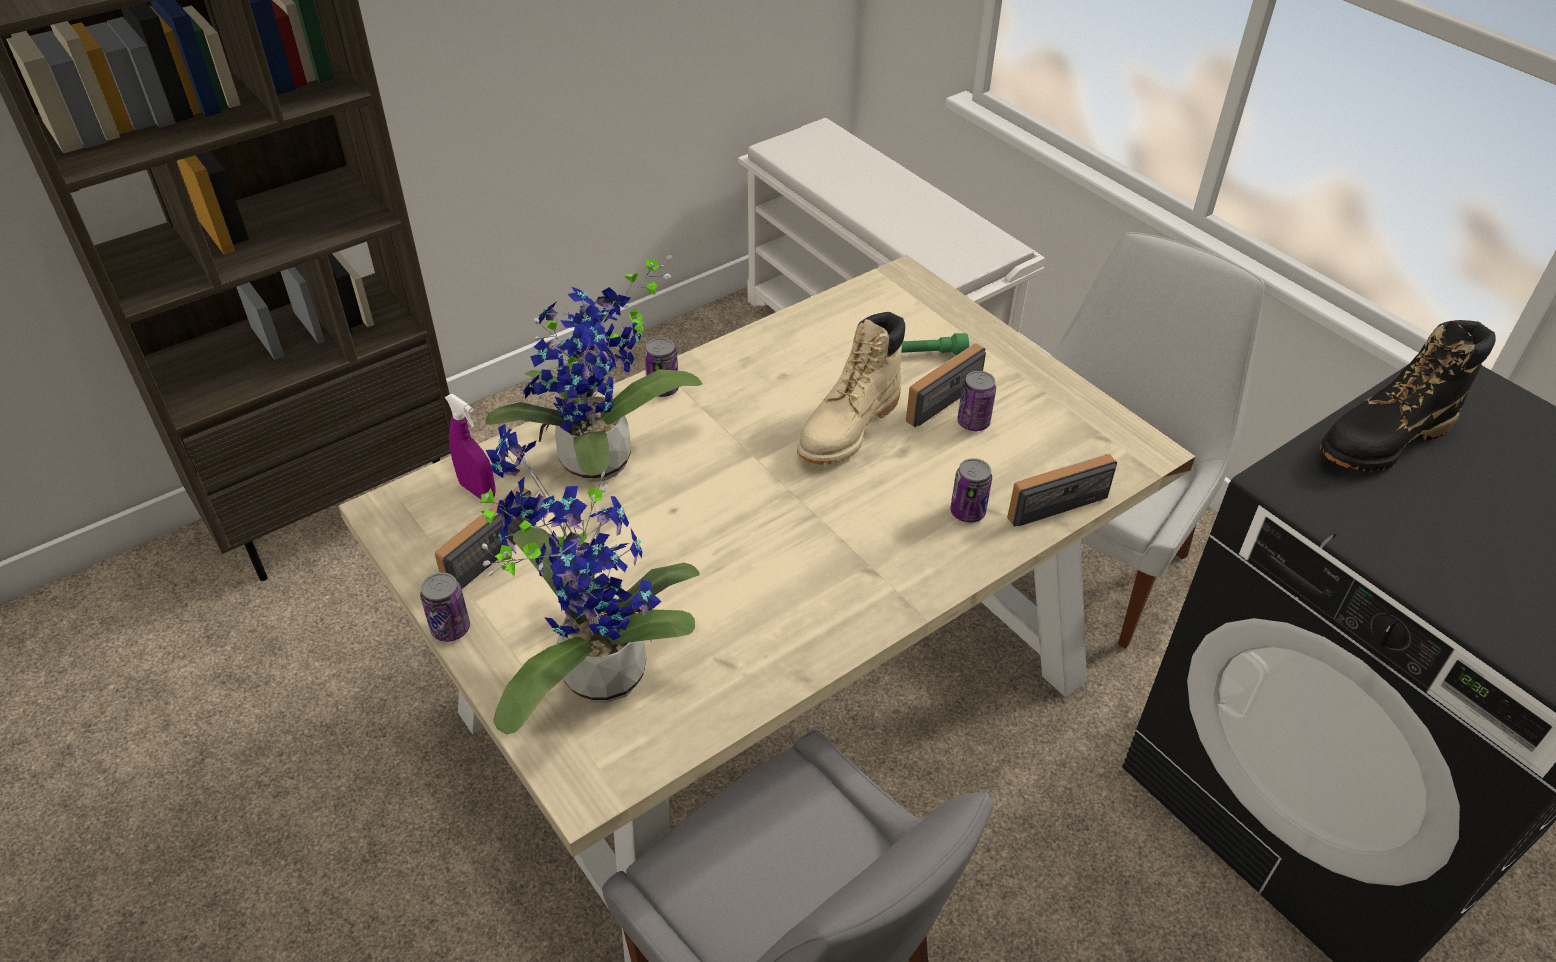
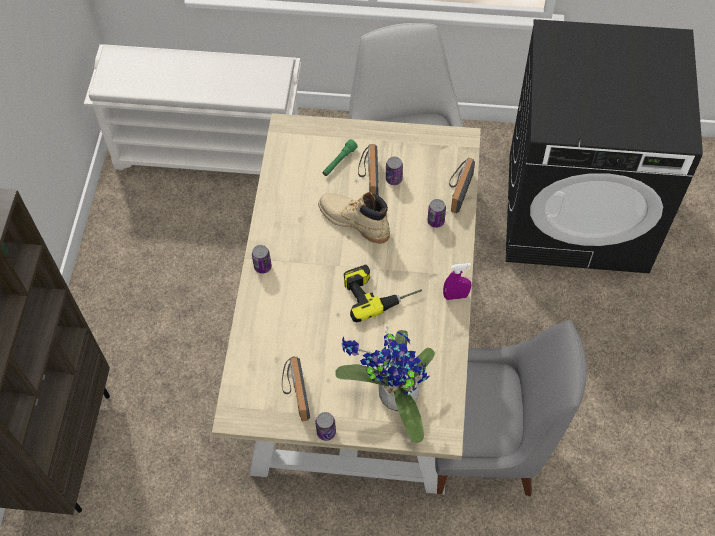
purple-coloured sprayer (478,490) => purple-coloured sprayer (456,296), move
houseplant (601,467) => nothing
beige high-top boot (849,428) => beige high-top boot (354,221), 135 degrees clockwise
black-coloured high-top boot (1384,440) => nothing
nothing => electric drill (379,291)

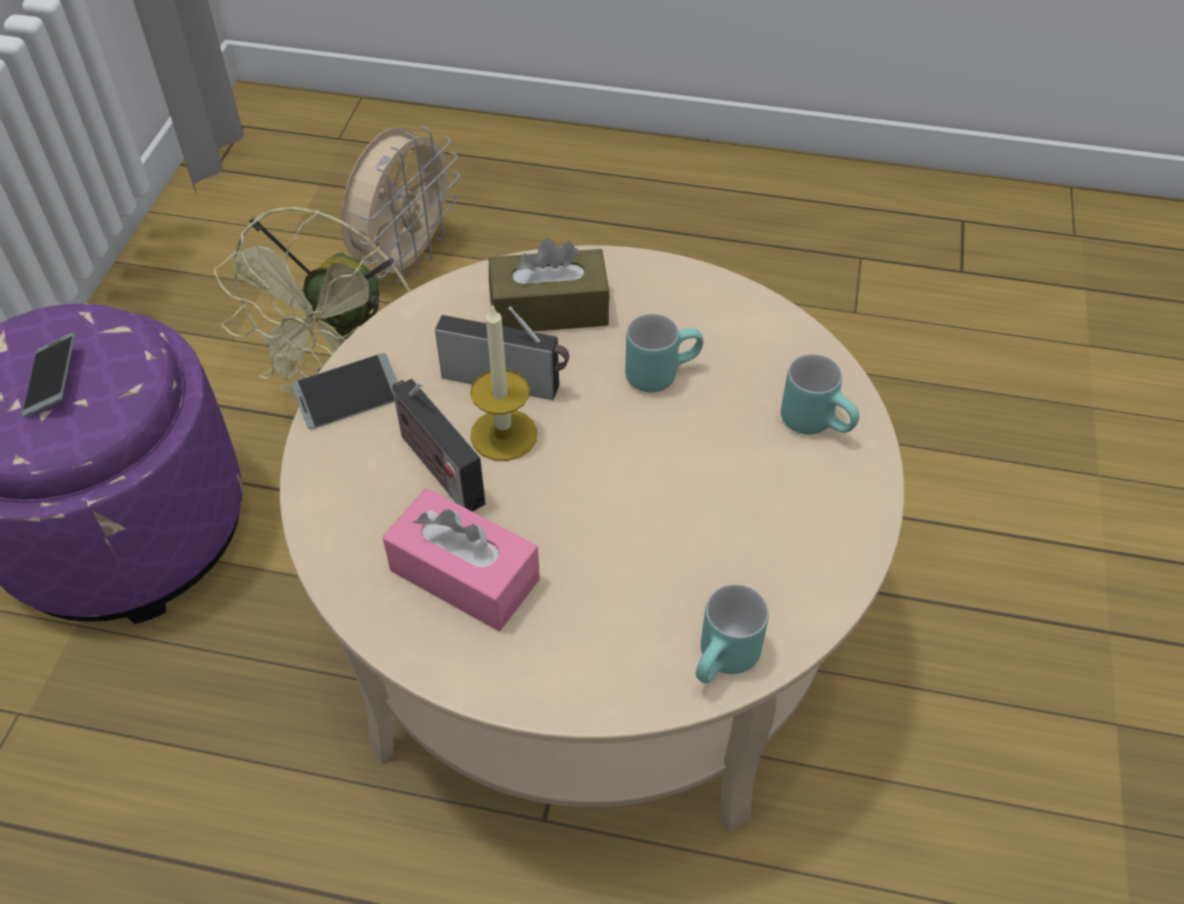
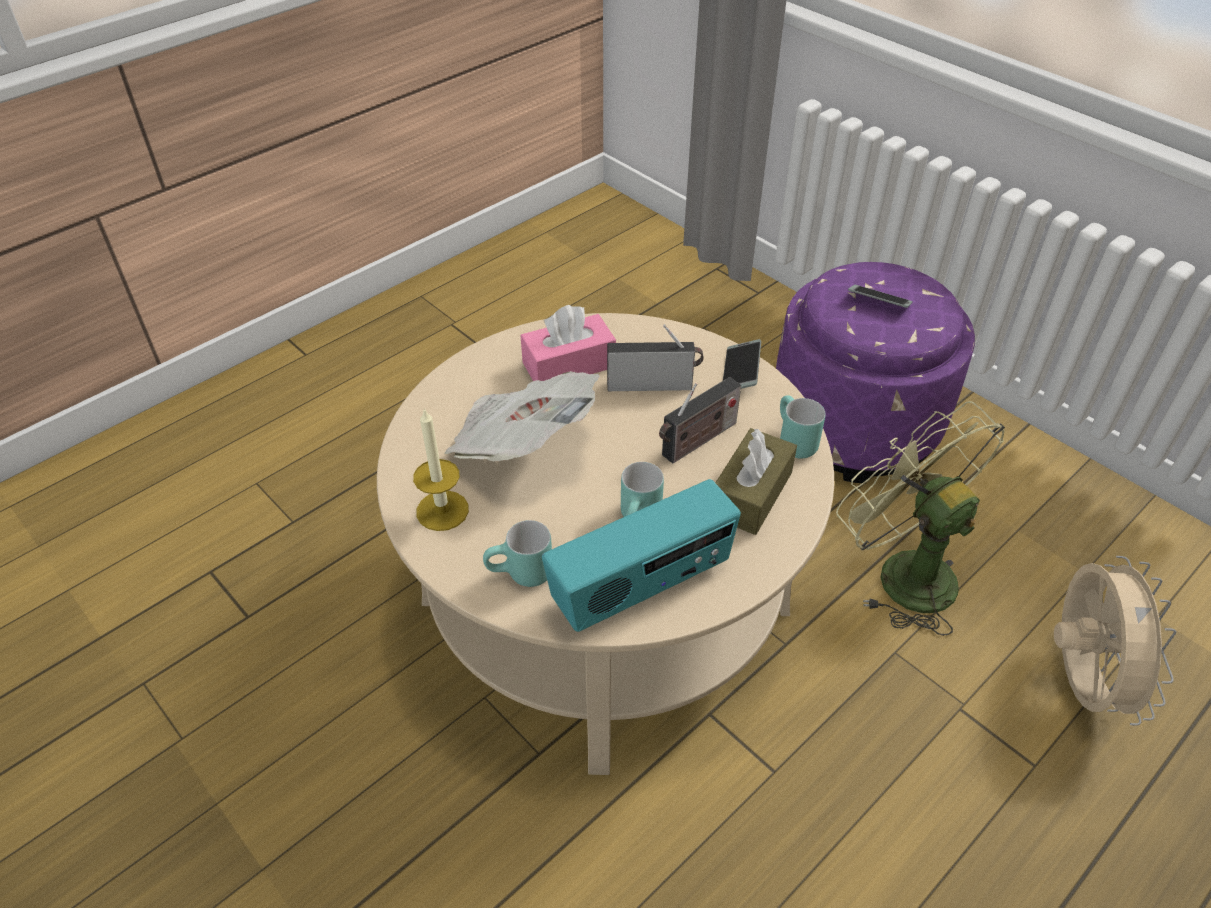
beige fan (405,260) => beige fan (1078,681), 150 degrees counterclockwise
wax light (504,434) => wax light (442,510), move
blue-green mug (726,663) => blue-green mug (791,441), move
nothing => daily paper (522,444)
nothing => radio set (642,587)

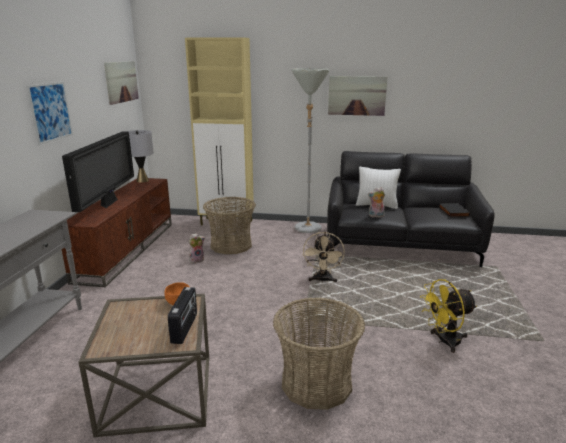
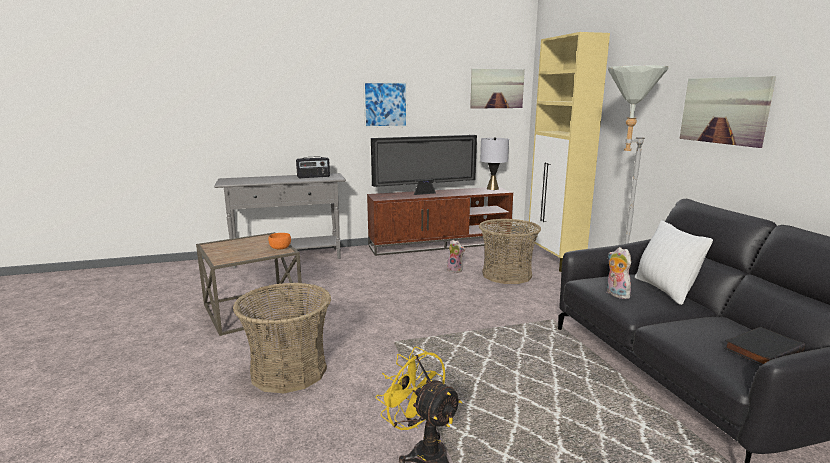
radio set (185,328) => radio set (313,177), move
beige fan (322,280) => nothing

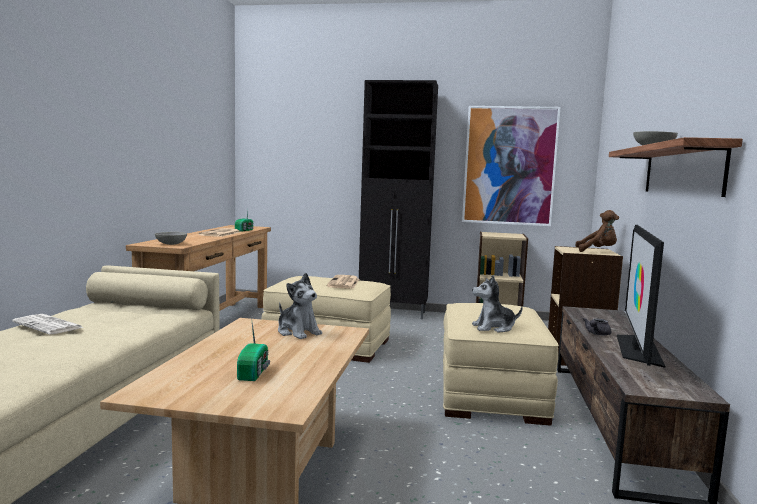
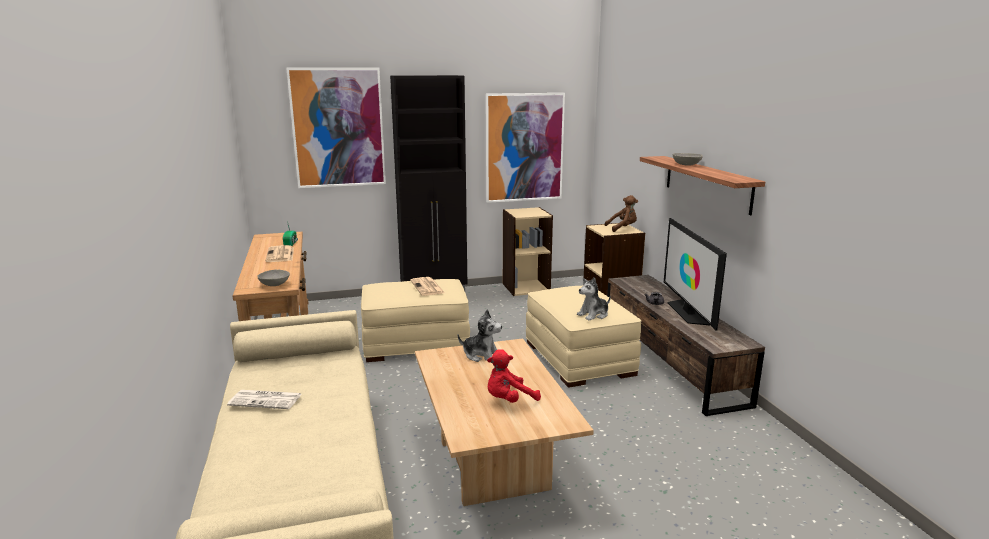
radio set (254,372) => red plush toy (509,400)
nothing => picture (338,128)

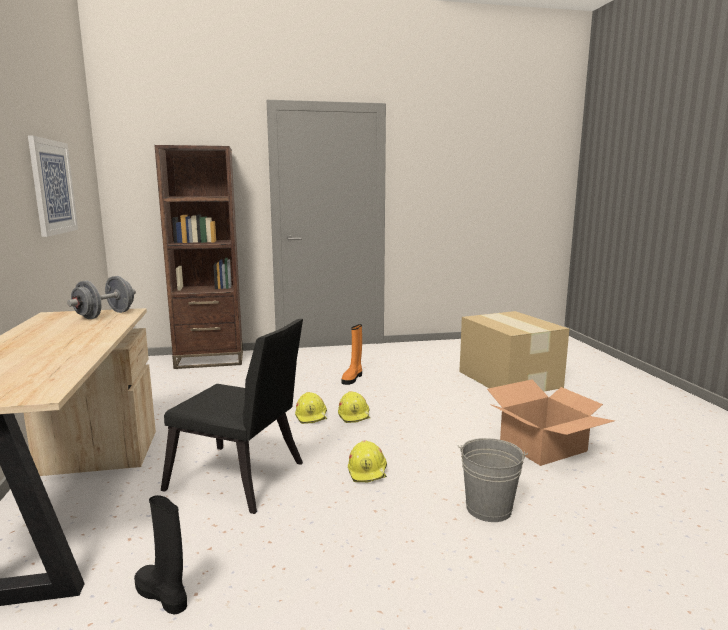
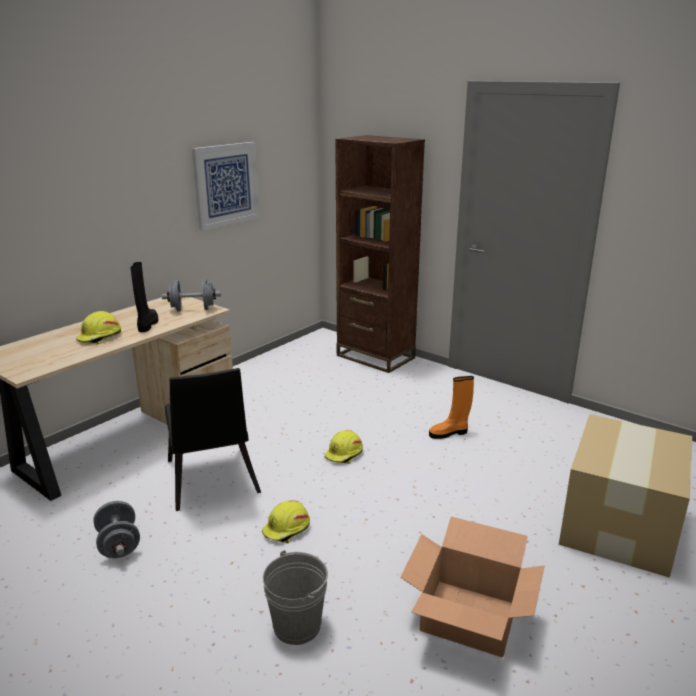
black-coloured high-top boot (163,595) => black-coloured high-top boot (147,324), move
yellowish work helmet (354,415) => yellowish work helmet (100,337), move
nothing => grey free weight (119,545)

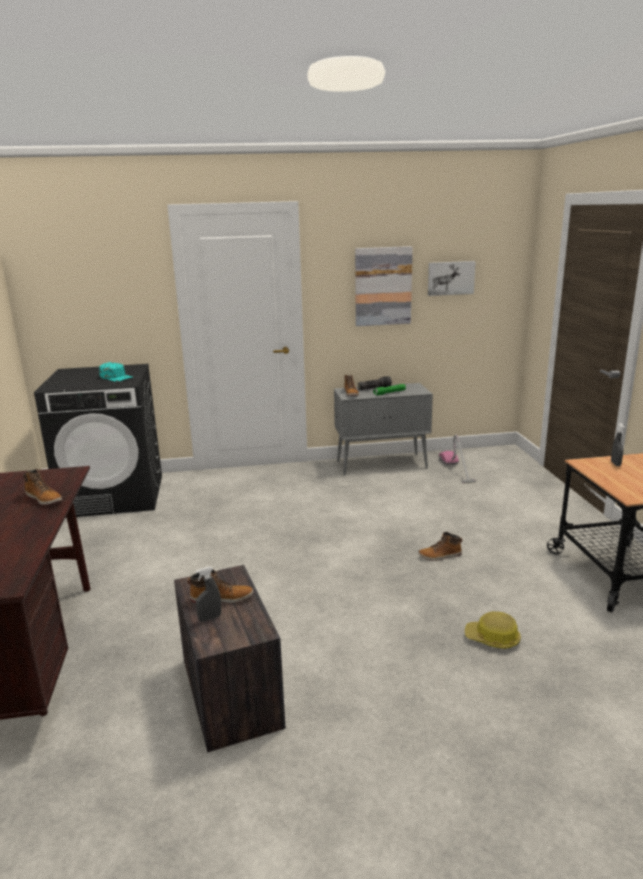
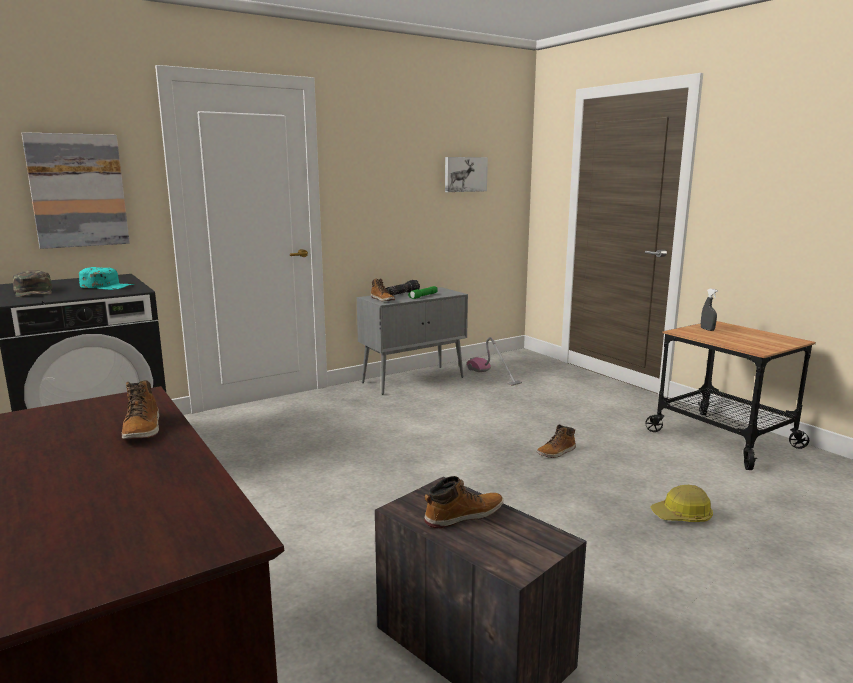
high-top boot (44,499) => high-top boot (143,429), 60 degrees clockwise
grey sprayer (210,618) => nothing
picture (383,286) => picture (78,190), move
nothing => green-coloured baseball cap (34,292)

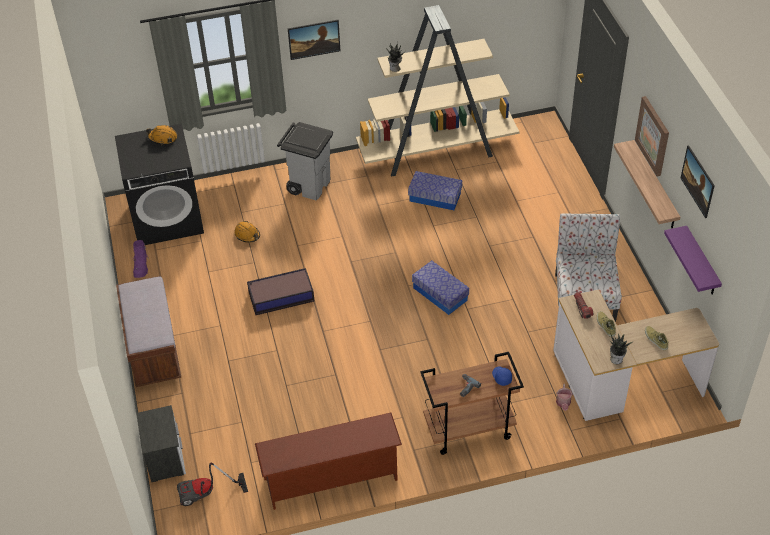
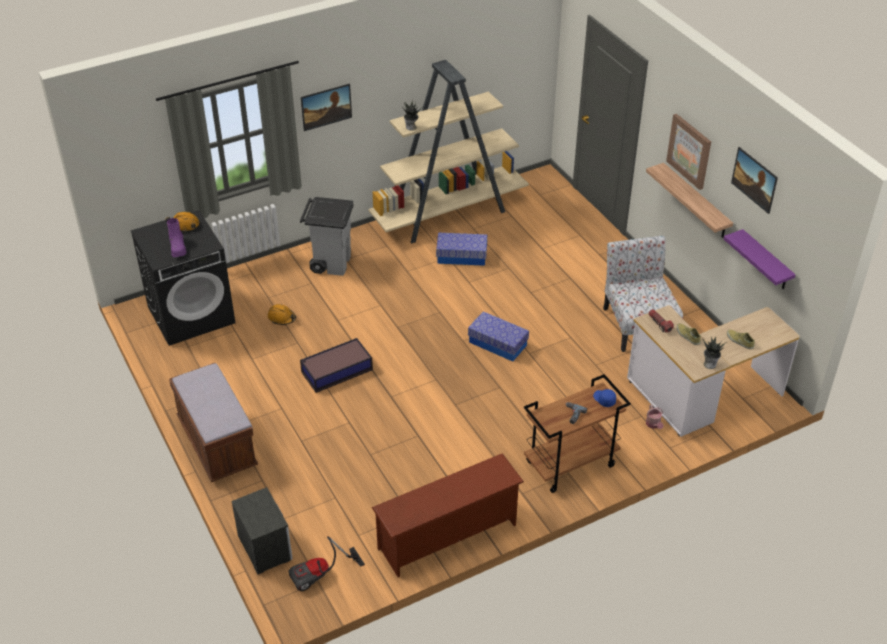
purple-coloured high-top boot (141,267) => purple-coloured high-top boot (178,247), move

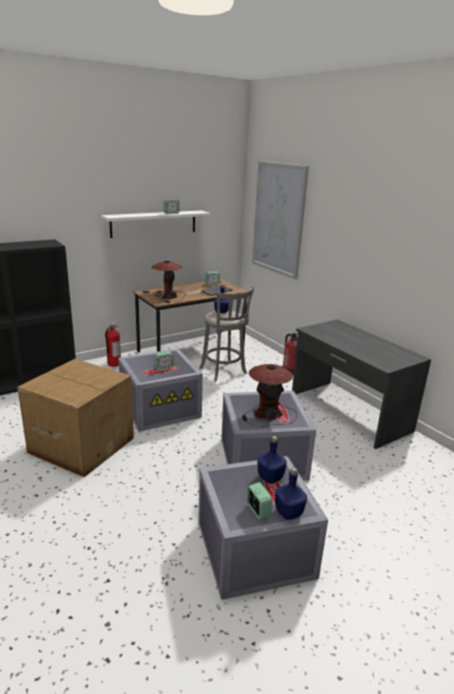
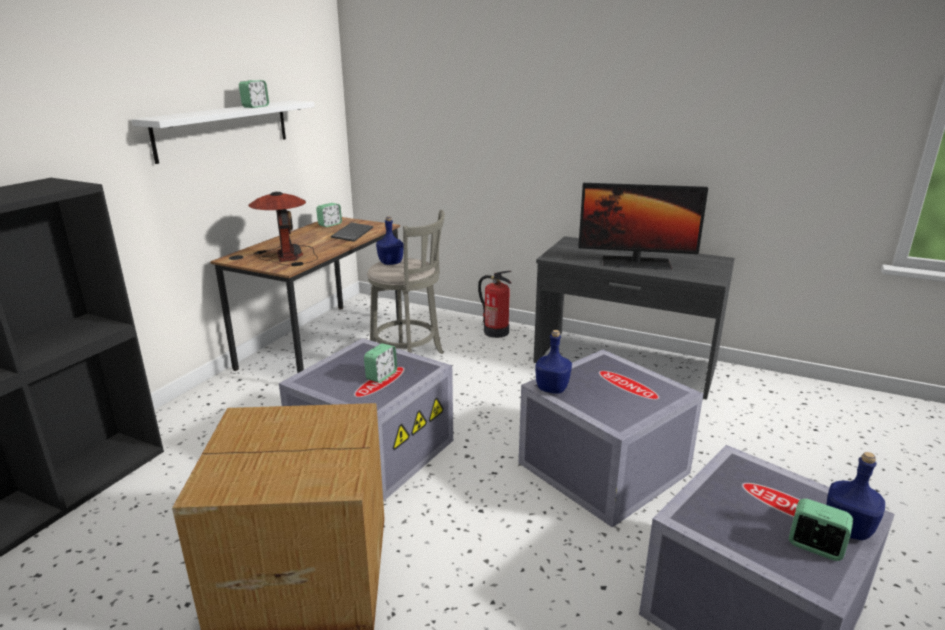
fire-fighting cylinder (113,364) => nothing
table lamp (269,413) => nothing
picture (279,219) => nothing
blue-coloured bottle (270,478) => blue-coloured bottle (552,389), move
nothing => monitor (636,263)

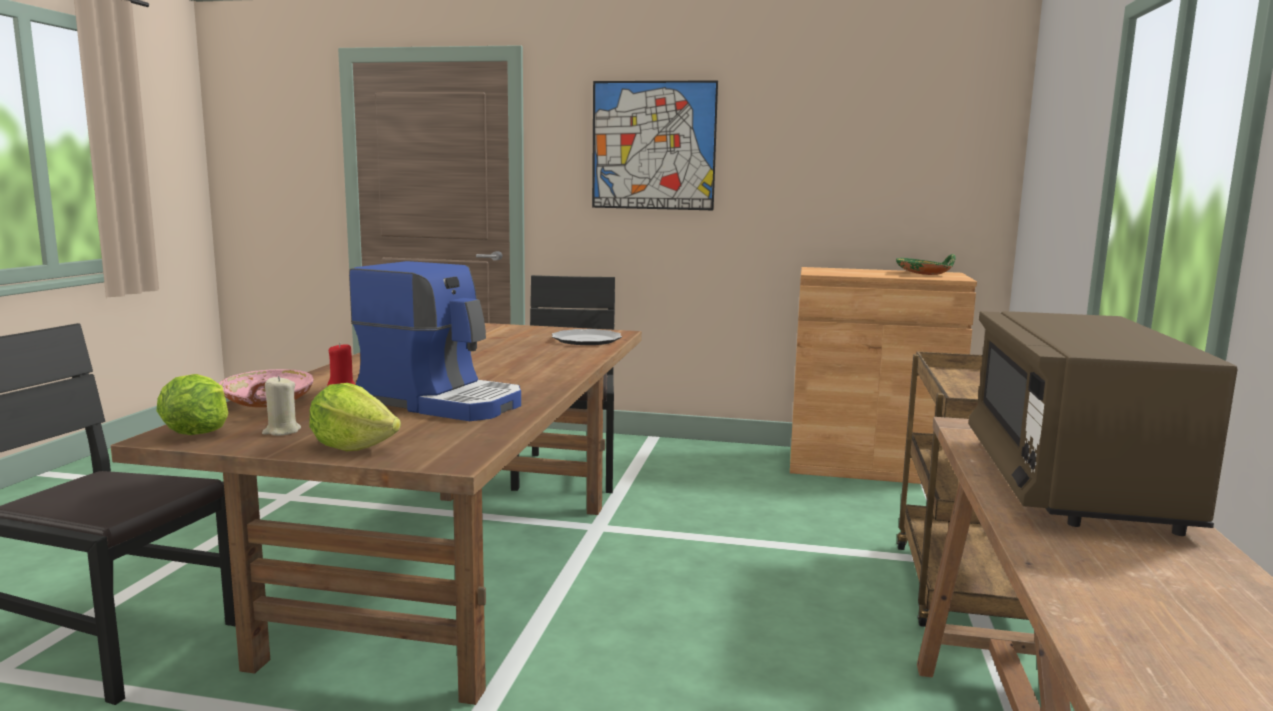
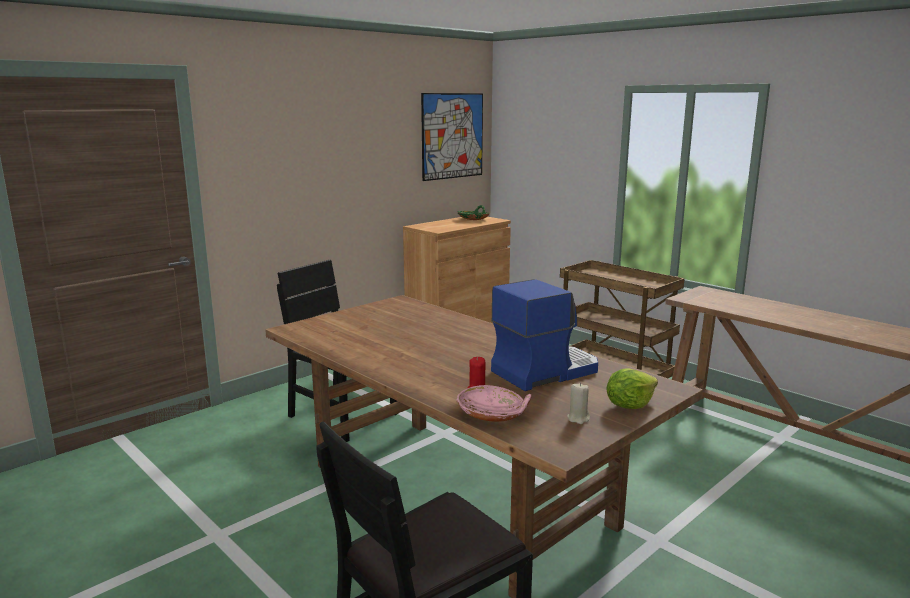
lettuce head (197,432) => nothing
dinner plate (586,340) => nothing
picture (653,145) => picture (452,136), move
brownish kitchen microwave (1070,483) => nothing

